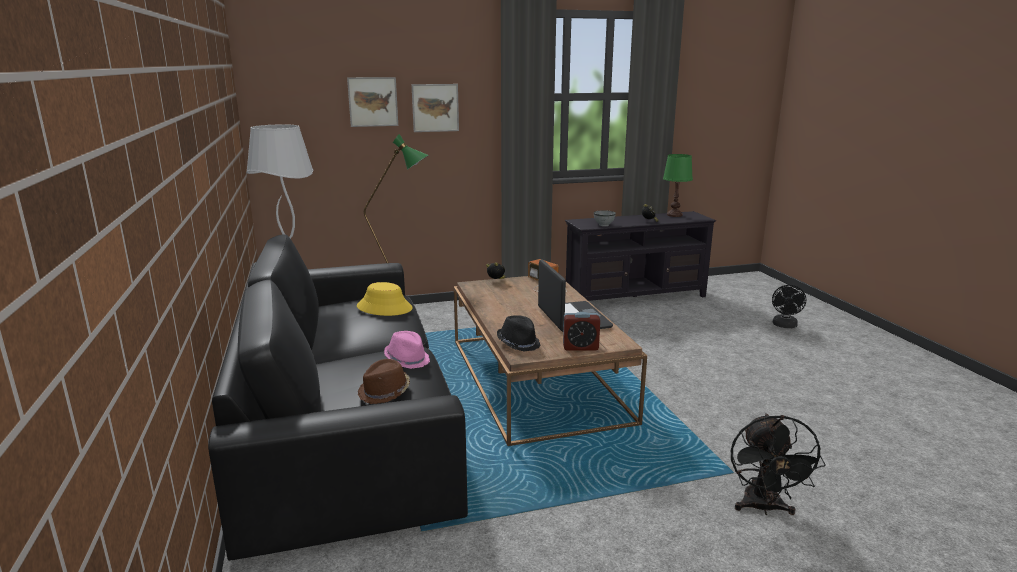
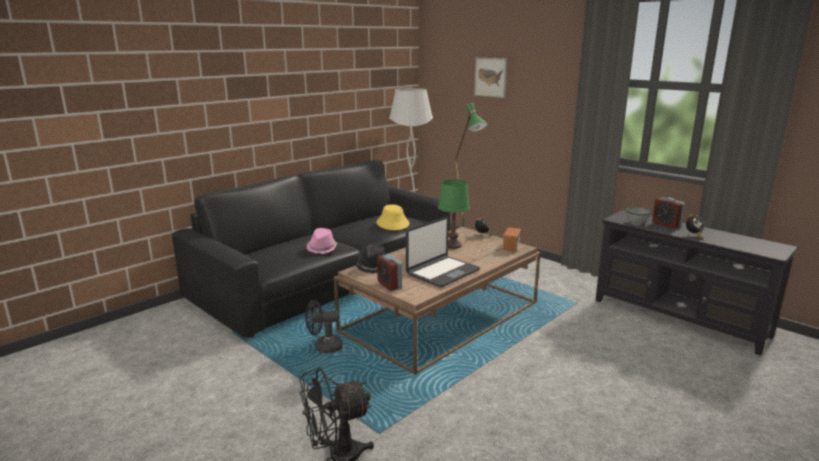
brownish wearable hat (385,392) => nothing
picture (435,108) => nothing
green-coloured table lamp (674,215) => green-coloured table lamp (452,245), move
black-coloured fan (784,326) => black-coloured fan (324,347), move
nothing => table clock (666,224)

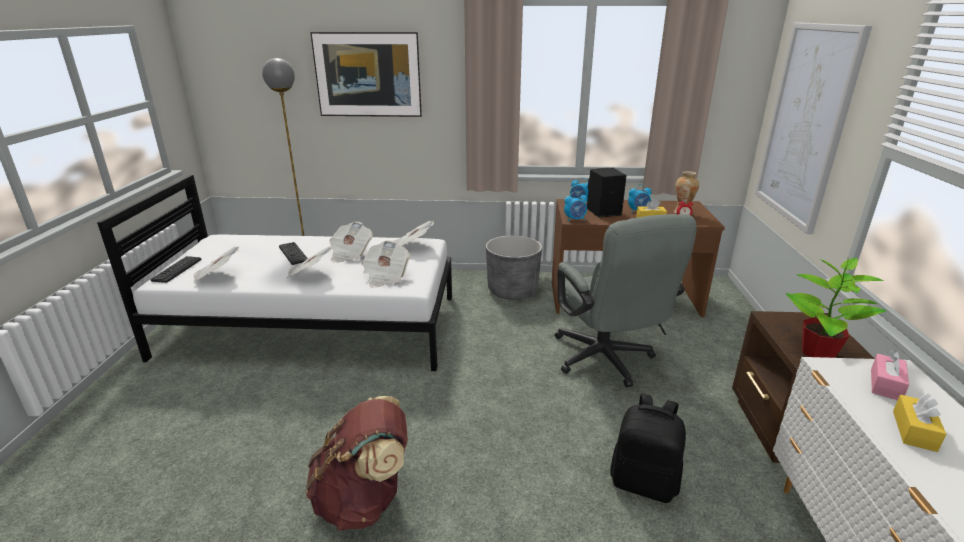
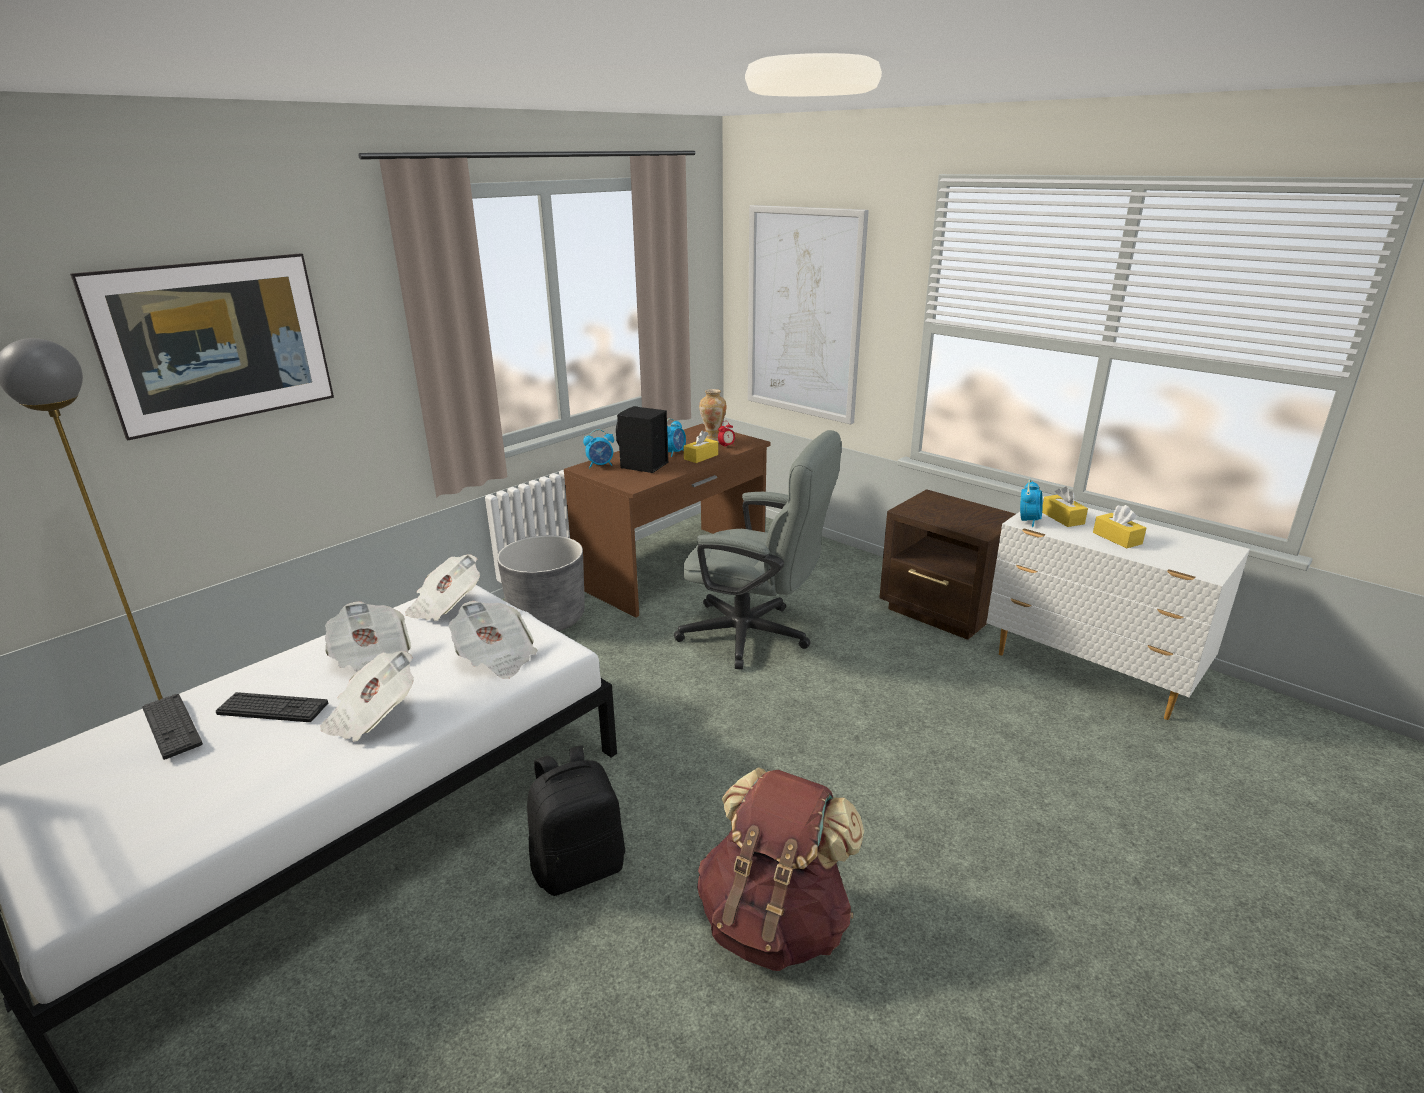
PC keyboard (177,270) => PC keyboard (172,726), move
daily paper (217,276) => nothing
table clock (575,219) => table clock (1028,521), move
black-coloured rucksack (644,482) => black-coloured rucksack (579,866), move
houseplant (816,353) => nothing
pink-coloured tissue holder (885,384) => yellowish tissue holder (1062,518)

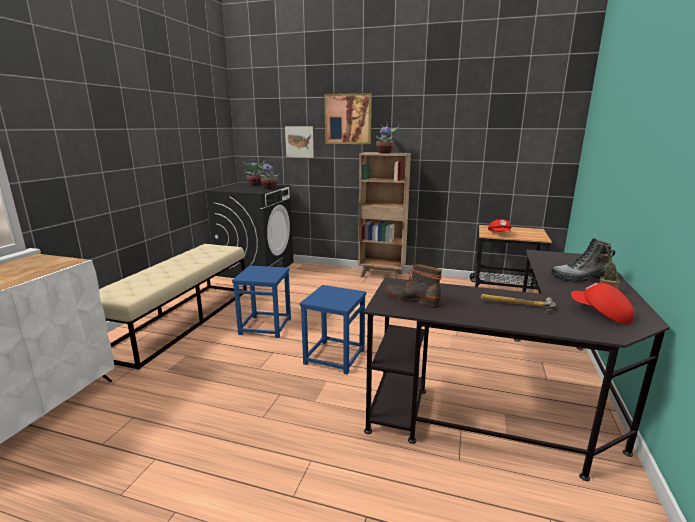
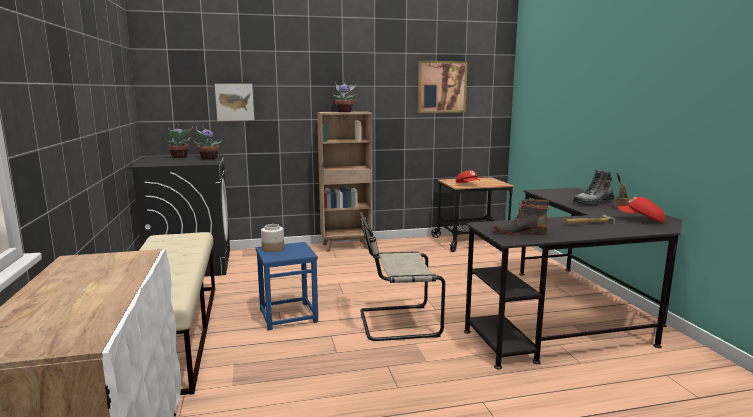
blue-coloured stool seat (334,356) => beige upright chair (395,323)
picture (348,119) => picture (441,87), move
nothing => storage jar (273,248)

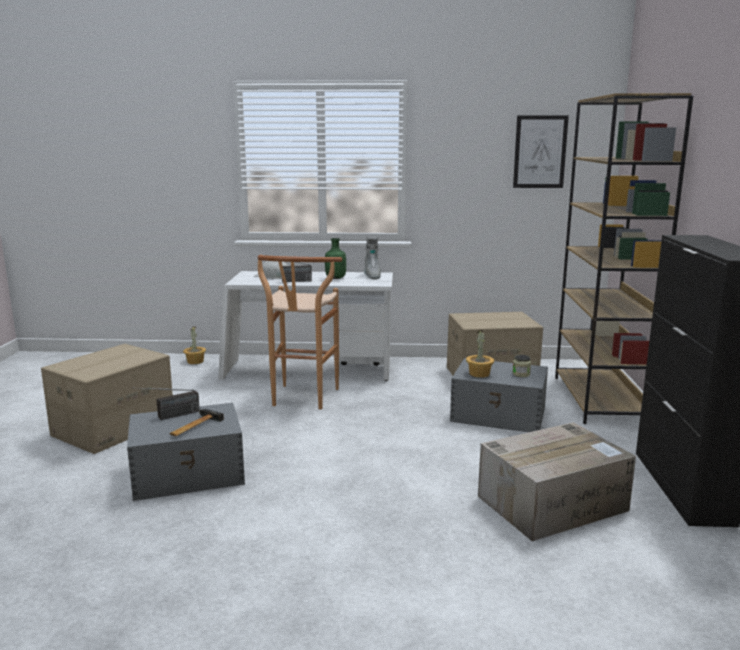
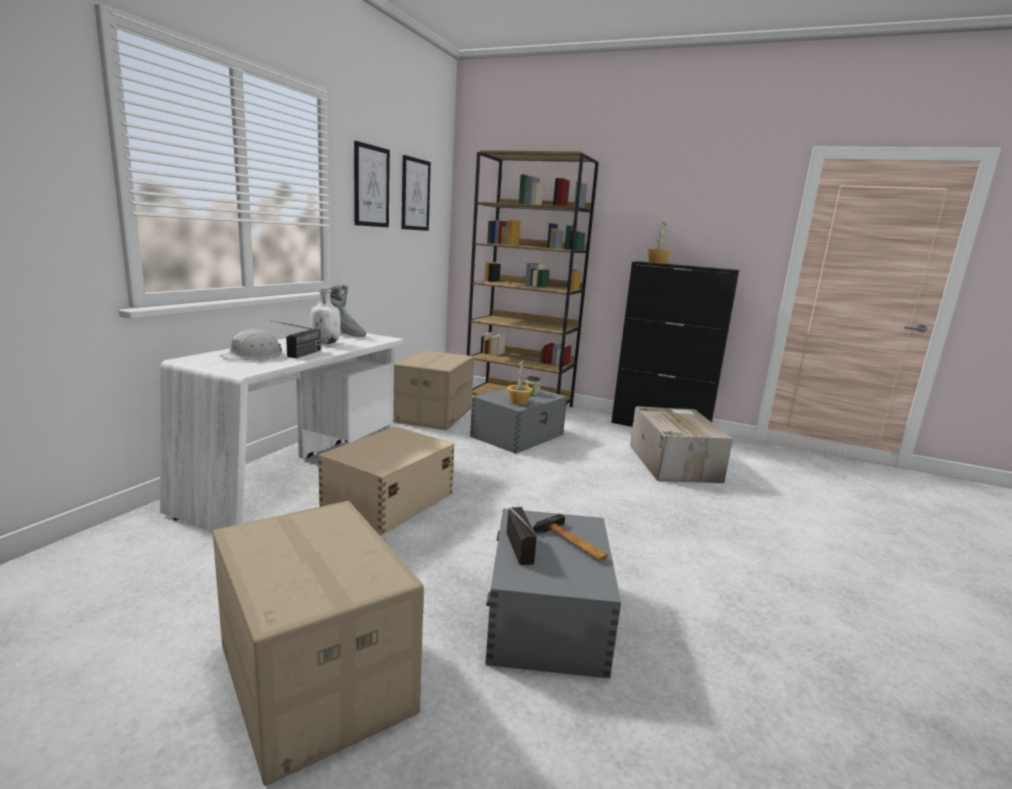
houseplant (195,361) => houseplant (657,263), move
brownish stool seat (302,400) => beige storage bin (387,501)
green-coloured bottle (336,278) => whitish bottle (325,343)
nothing => picture (371,186)

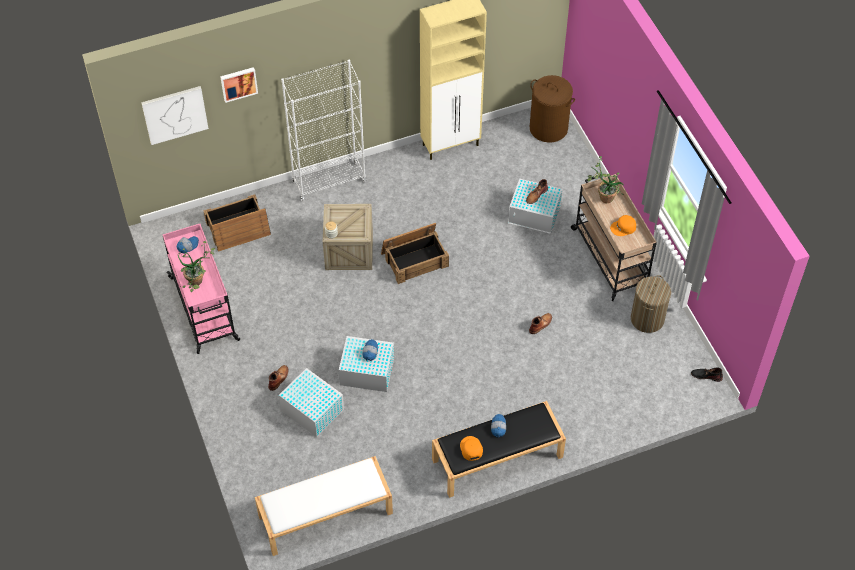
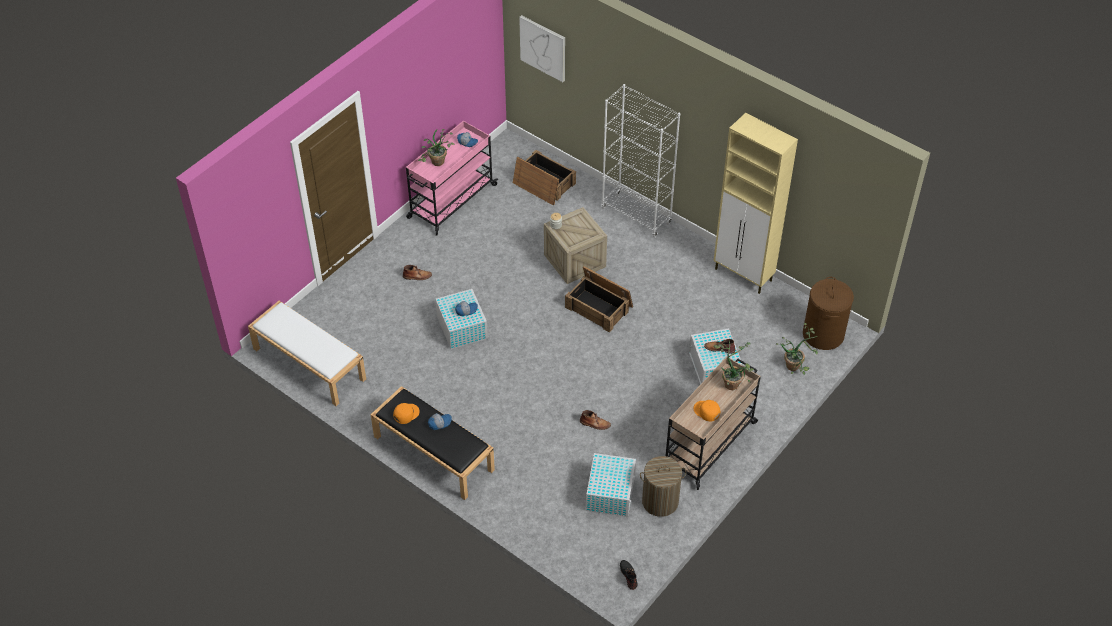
picture (238,83) => nothing
whitish storage bin (311,409) => whitish storage bin (610,492), move
nothing => houseplant (796,367)

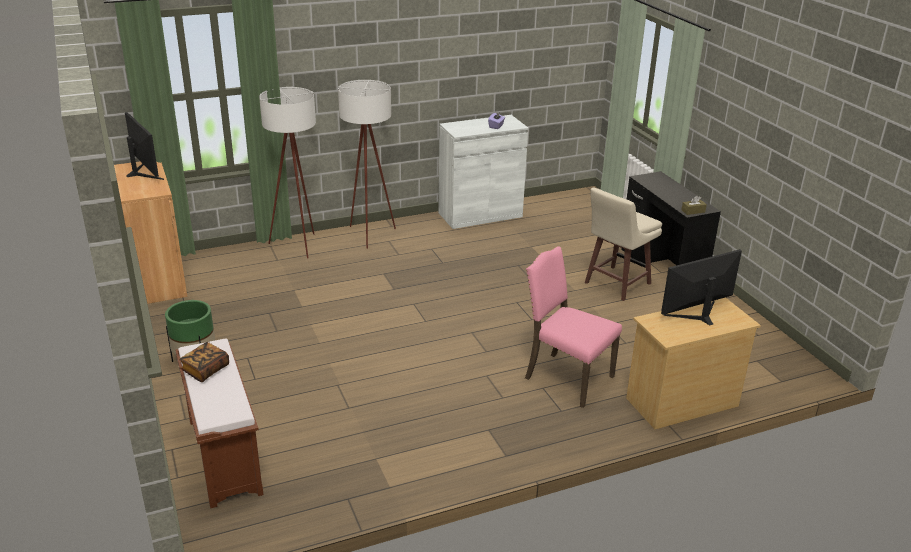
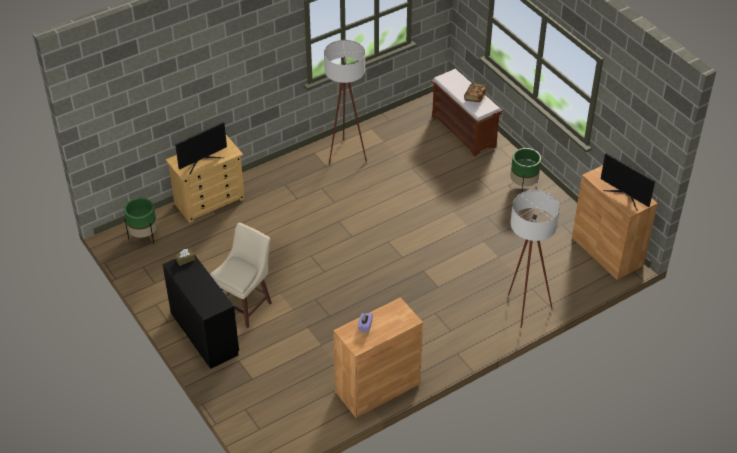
whitish standing lamp (369,237) => whitish standing lamp (346,152), move
whitish cupboard (480,215) => brownish cupboard (377,388)
pink-coloured upright chair (566,377) => nothing
nothing => green-coloured planter (144,236)

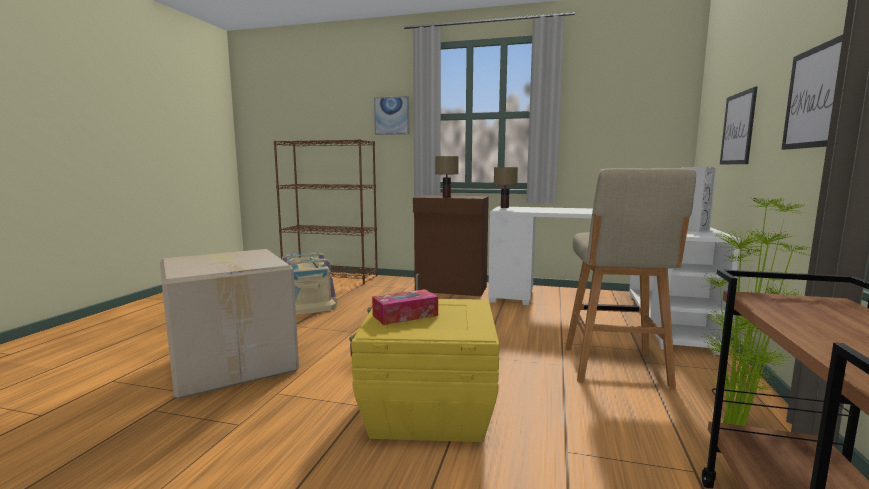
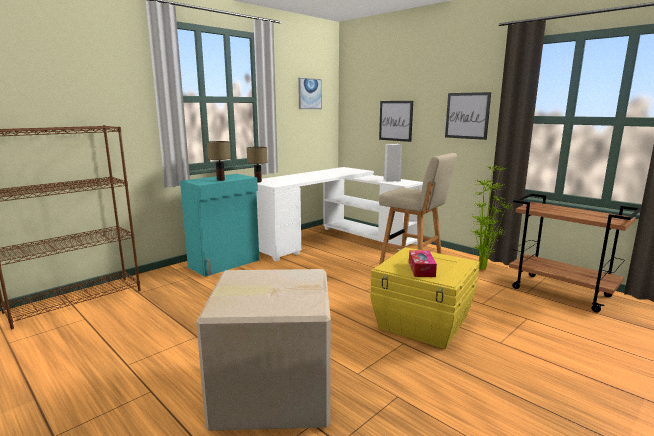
beige storage bin (306,302) => nothing
picture (392,115) => picture (309,94), move
brownish cupboard (451,289) => blue-green cupboard (225,263)

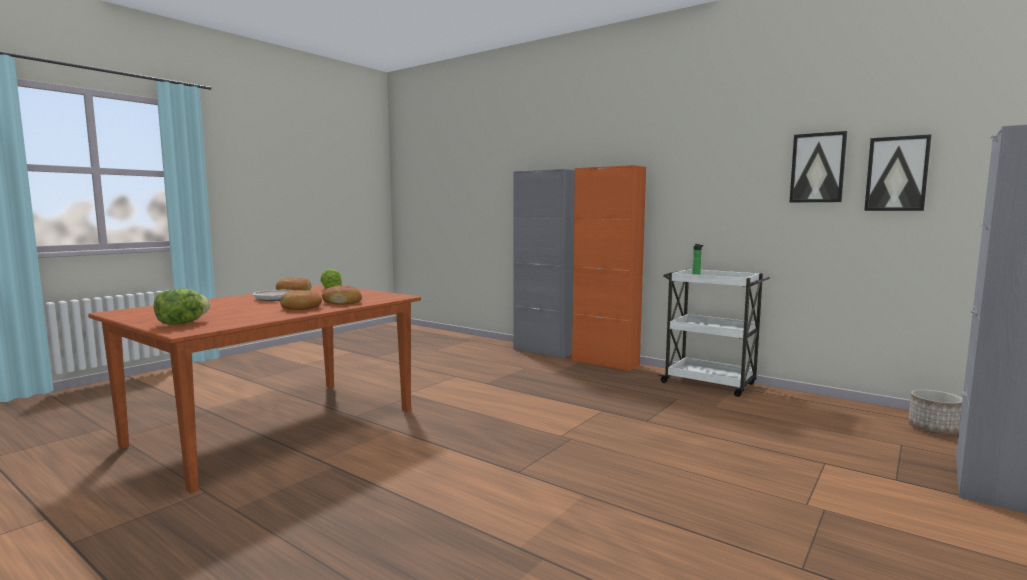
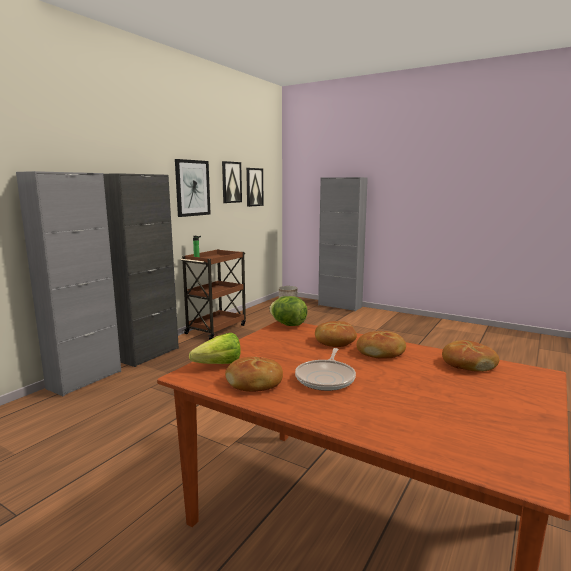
lettuce head (182,323) => lettuce head (288,324), move
orange cupboard (605,363) => black-coloured cupboard (149,354)
whitish cart (710,384) => brownish cart (216,329)
nothing => picture (192,188)
nothing => bread (468,364)

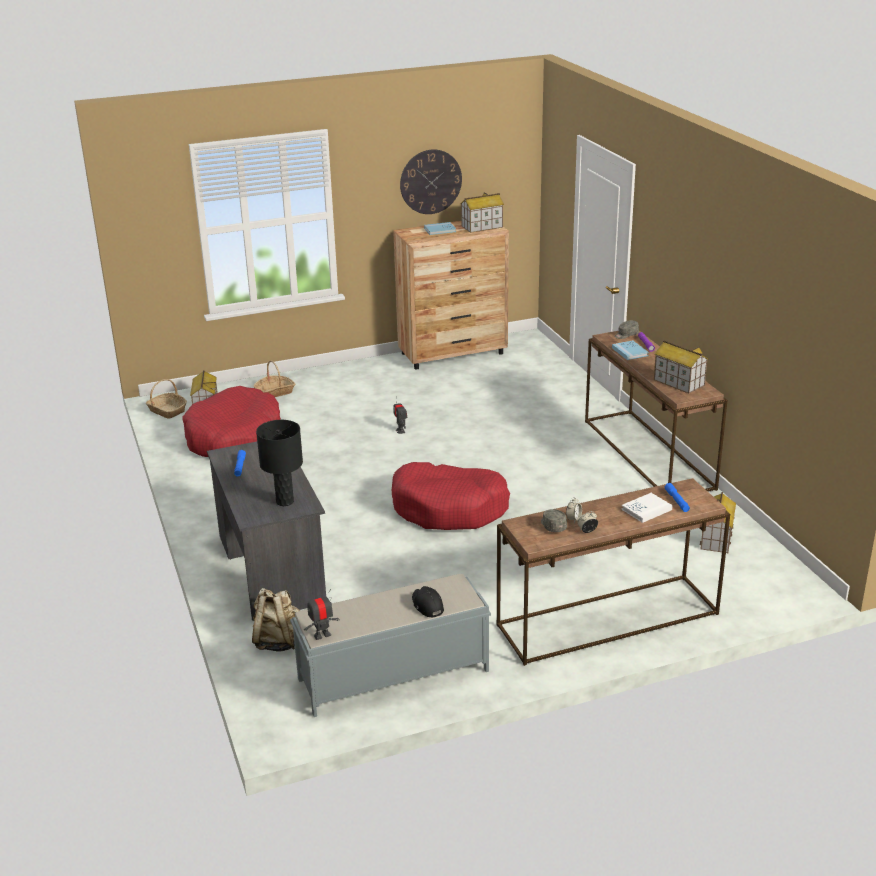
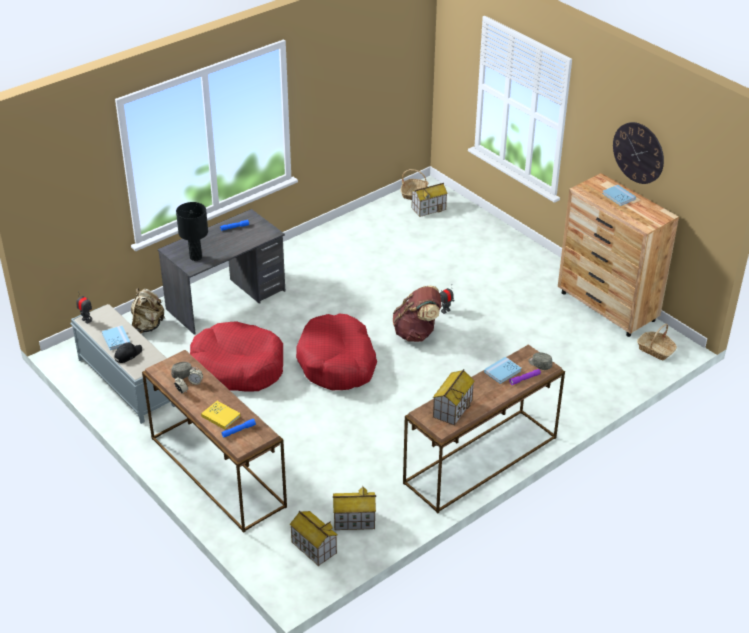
red dog bed (233,437) => red dog bed (237,367), move
storage basket (275,392) => storage basket (655,350), move
model house (482,227) => model house (313,547), move
whitish volume (646,509) => yellowish volume (221,416)
nothing => blue-coloured volume (116,339)
nothing => brownish rucksack (417,333)

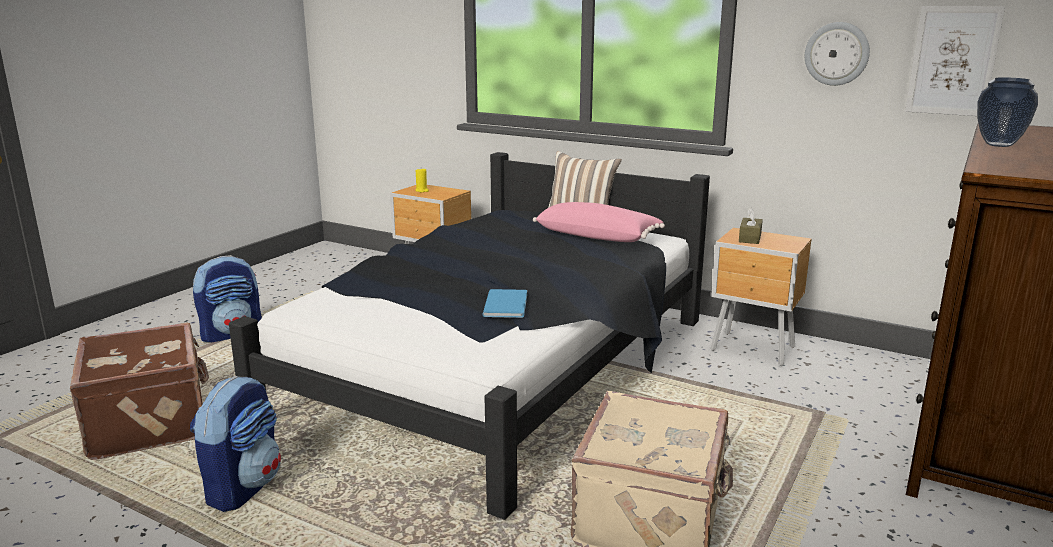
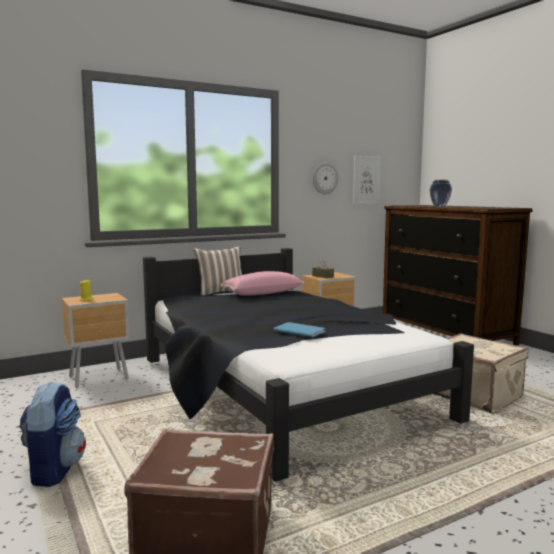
rucksack (243,487) => nothing
blue-coloured volume (507,304) => blue-coloured volume (299,330), move

